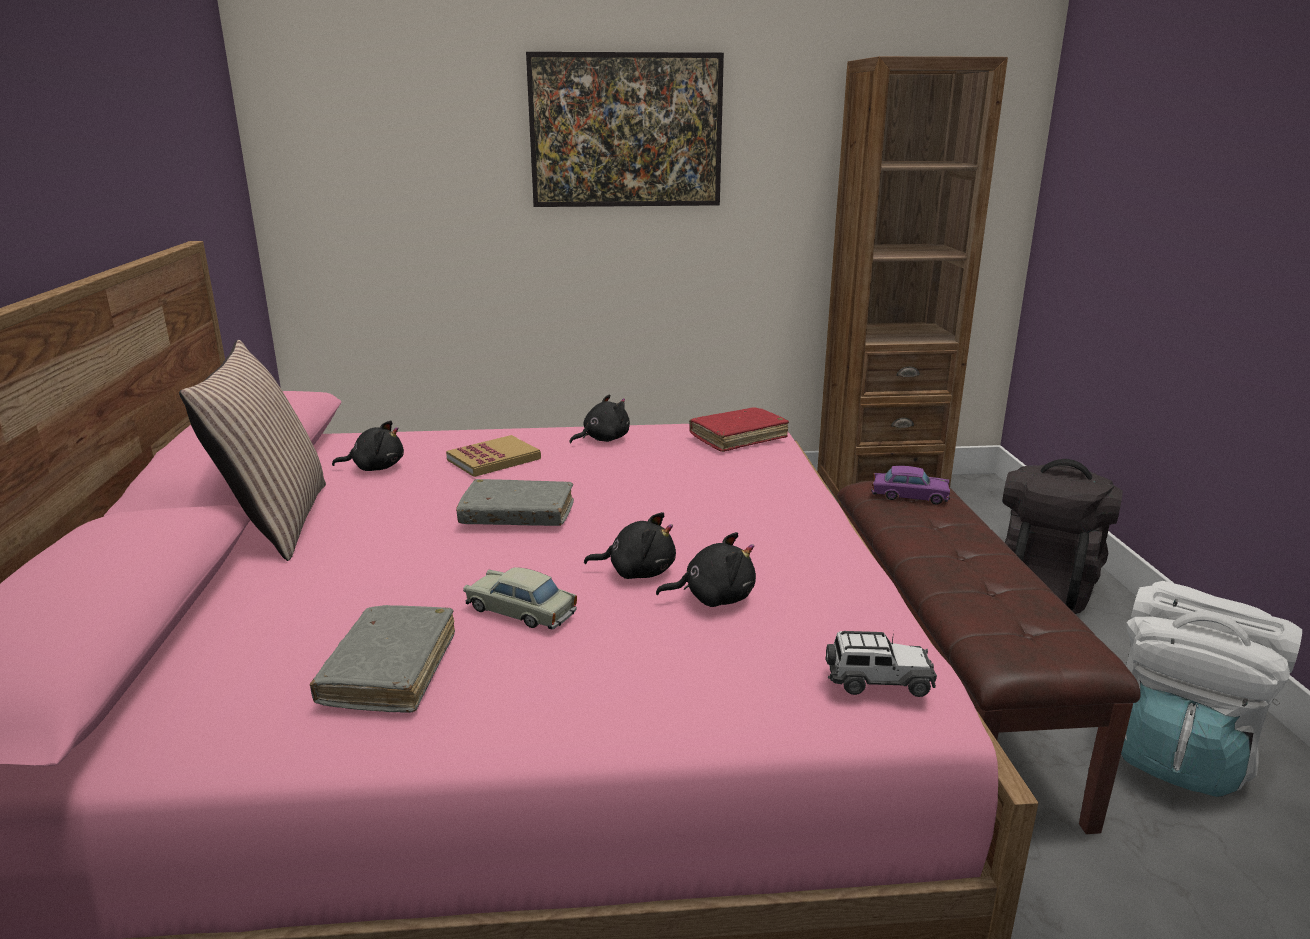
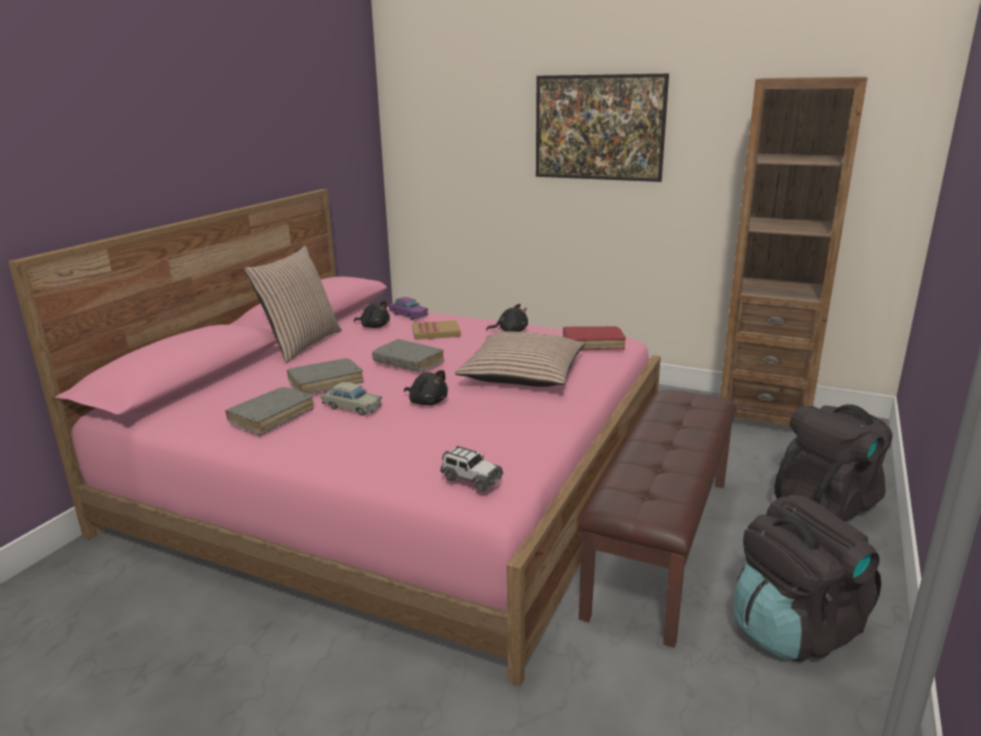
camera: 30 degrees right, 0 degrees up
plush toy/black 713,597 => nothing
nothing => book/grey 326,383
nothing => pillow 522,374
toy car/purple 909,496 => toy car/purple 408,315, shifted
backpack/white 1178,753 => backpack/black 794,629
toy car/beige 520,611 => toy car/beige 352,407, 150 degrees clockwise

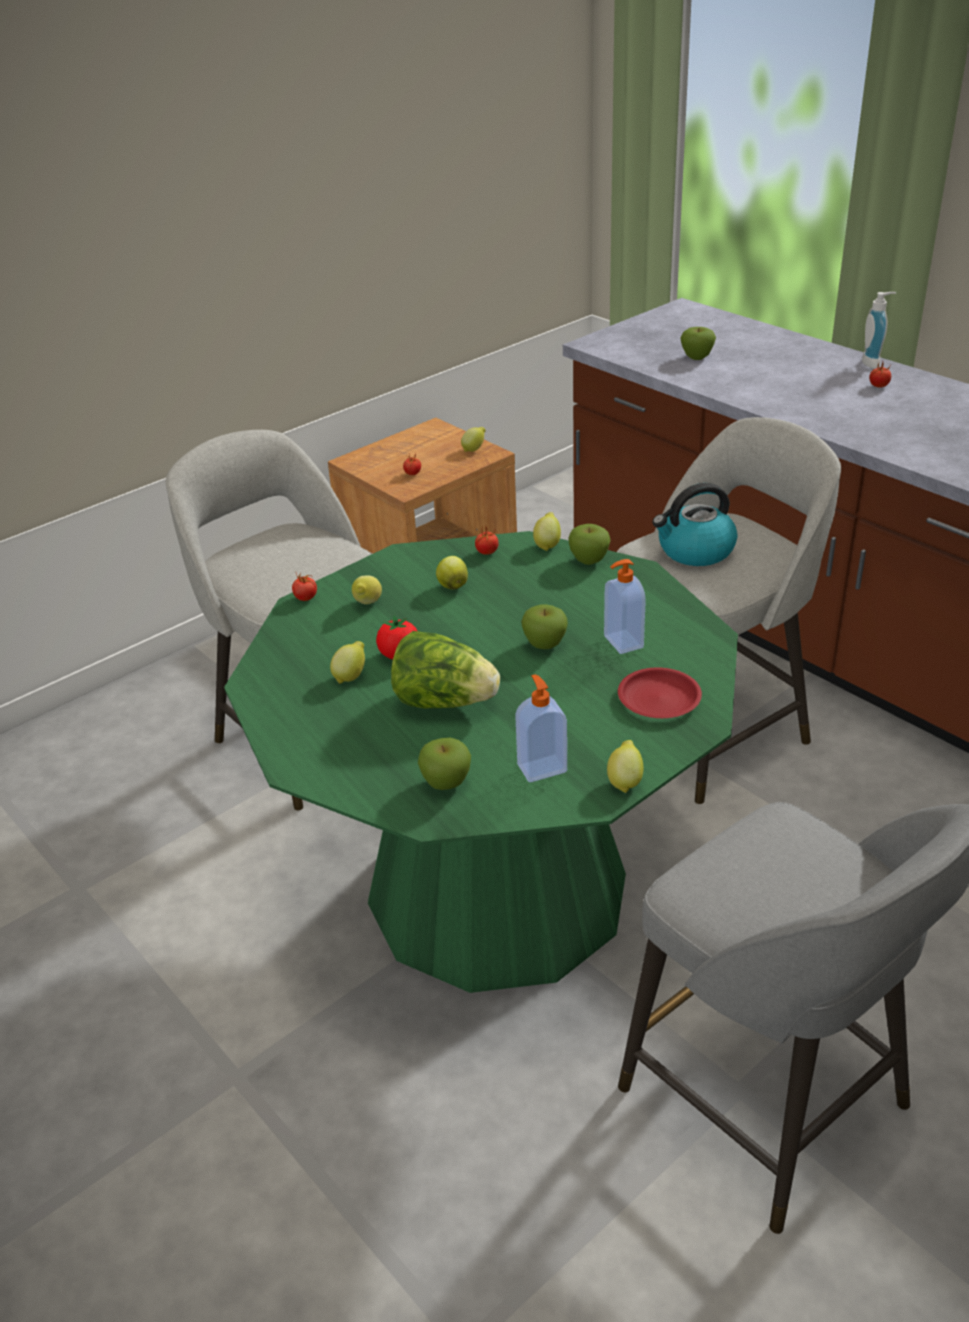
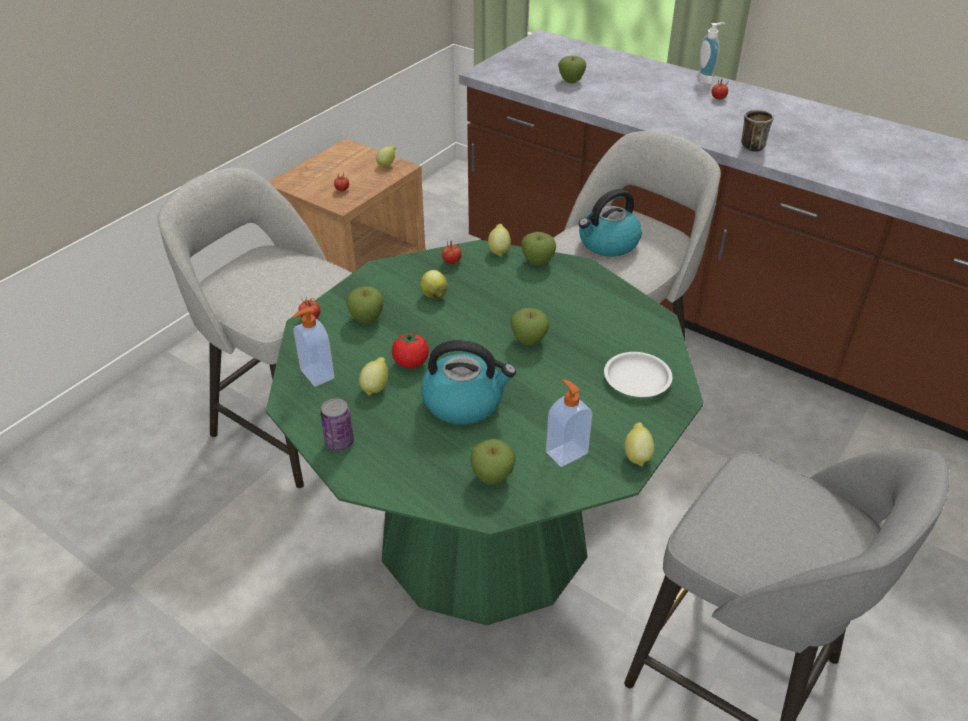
camera: 15 degrees left, 5 degrees up
nothing => can 339,442
nothing => mug 750,145
soap dispenser 622,642 => soap dispenser 316,375, shifted
lemon 367,604 => apple 366,318
lettuce 444,702 => kettle 464,402
plate/red 659,699 => plate/white 637,379

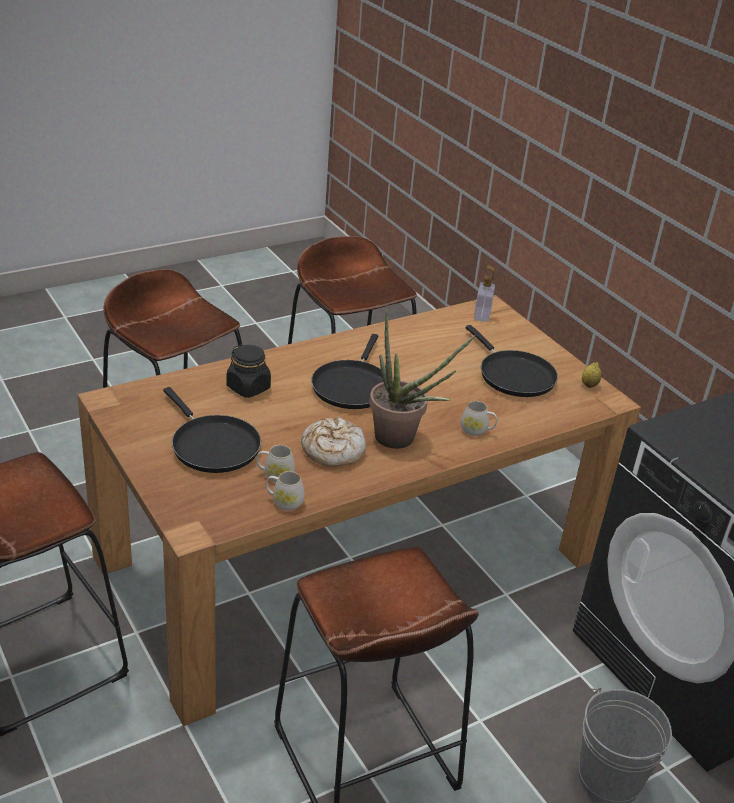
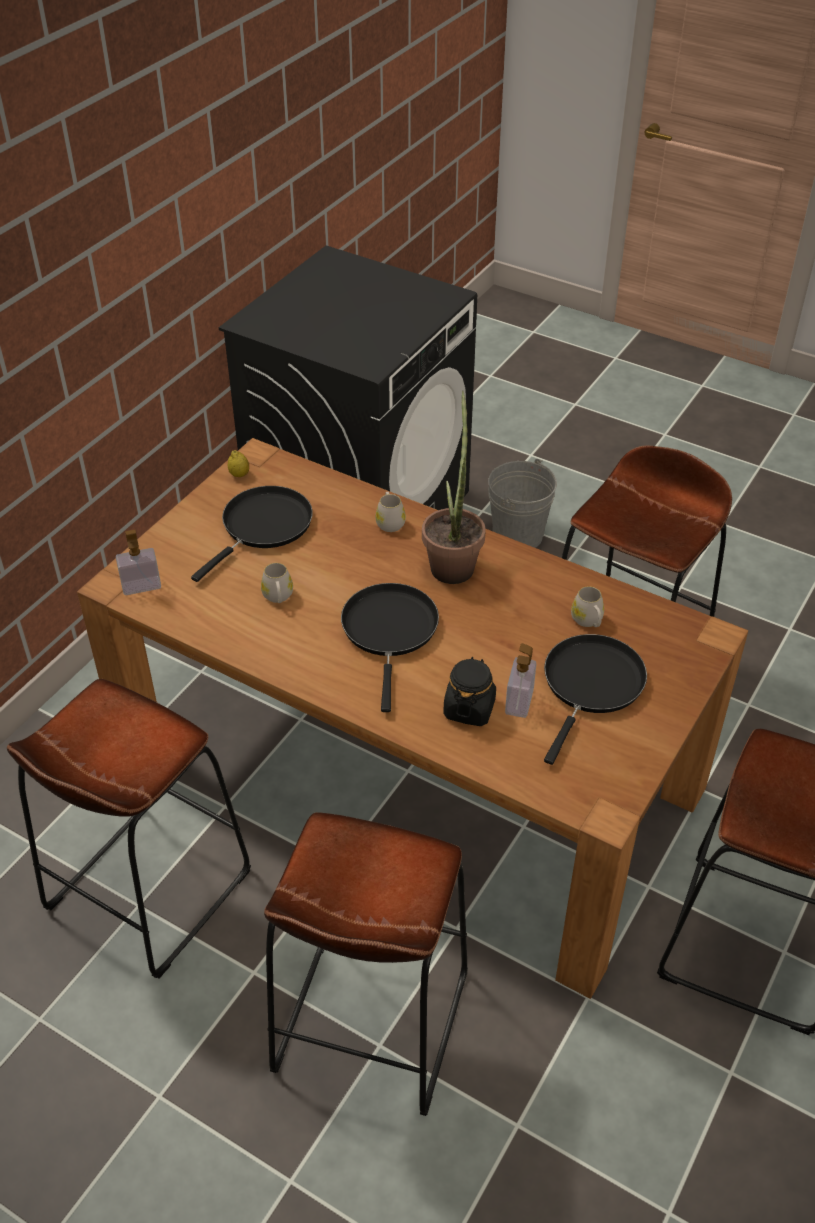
camera: 115 degrees left, 10 degrees up
bread 332,450 => nothing
nothing => soap dispenser 519,701
mug/white 284,502 => mug/white 278,597, shifted
frying pan/black 352,385 => frying pan/black 390,631, 75 degrees counterclockwise

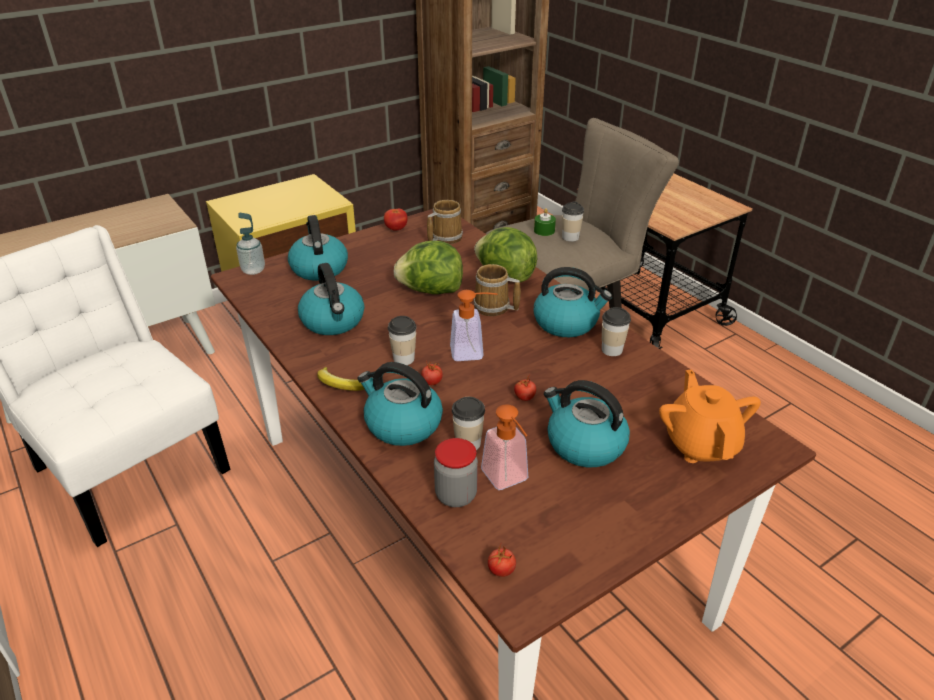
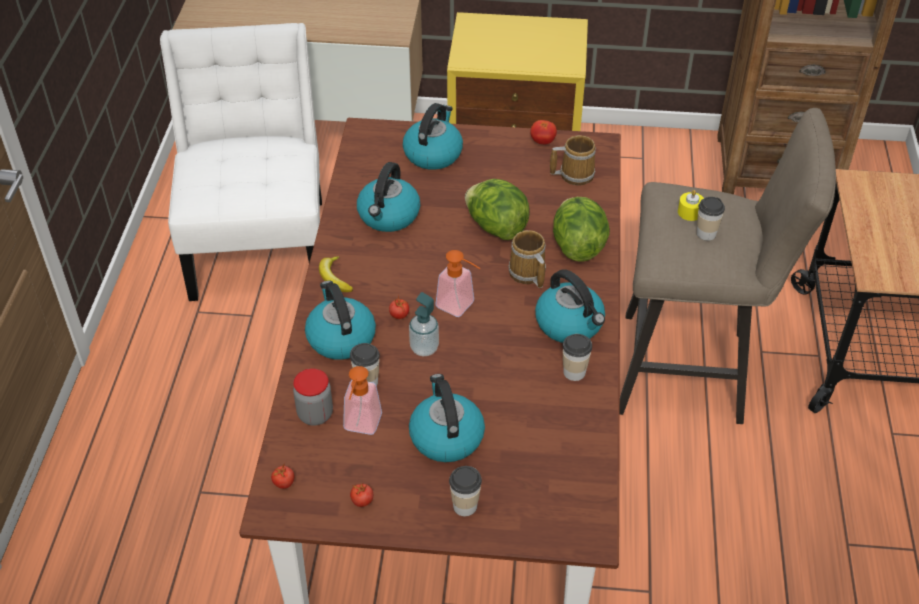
camera: 40 degrees right, 10 degrees up
teapot/orange 701,444 => nothing
soap dispenser 253,270 => soap dispenser 424,348, shifted
cup 404,359 => cup 465,506, shifted
tomato 524,397 => tomato 362,501, shifted
candle/green 544,231 => candle/yellow 690,212

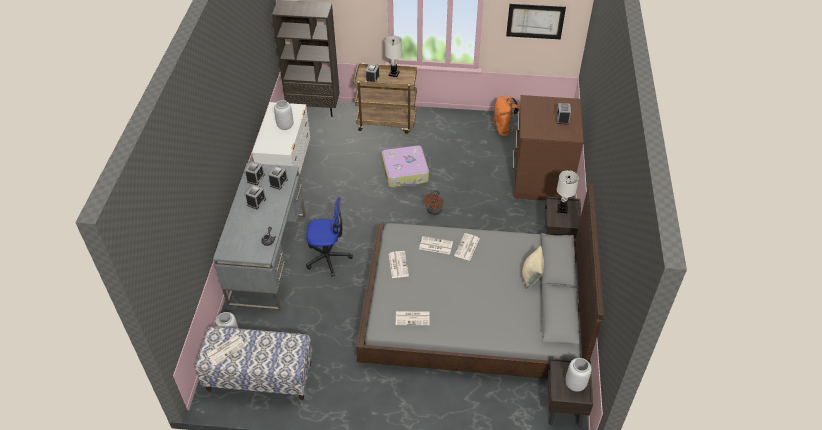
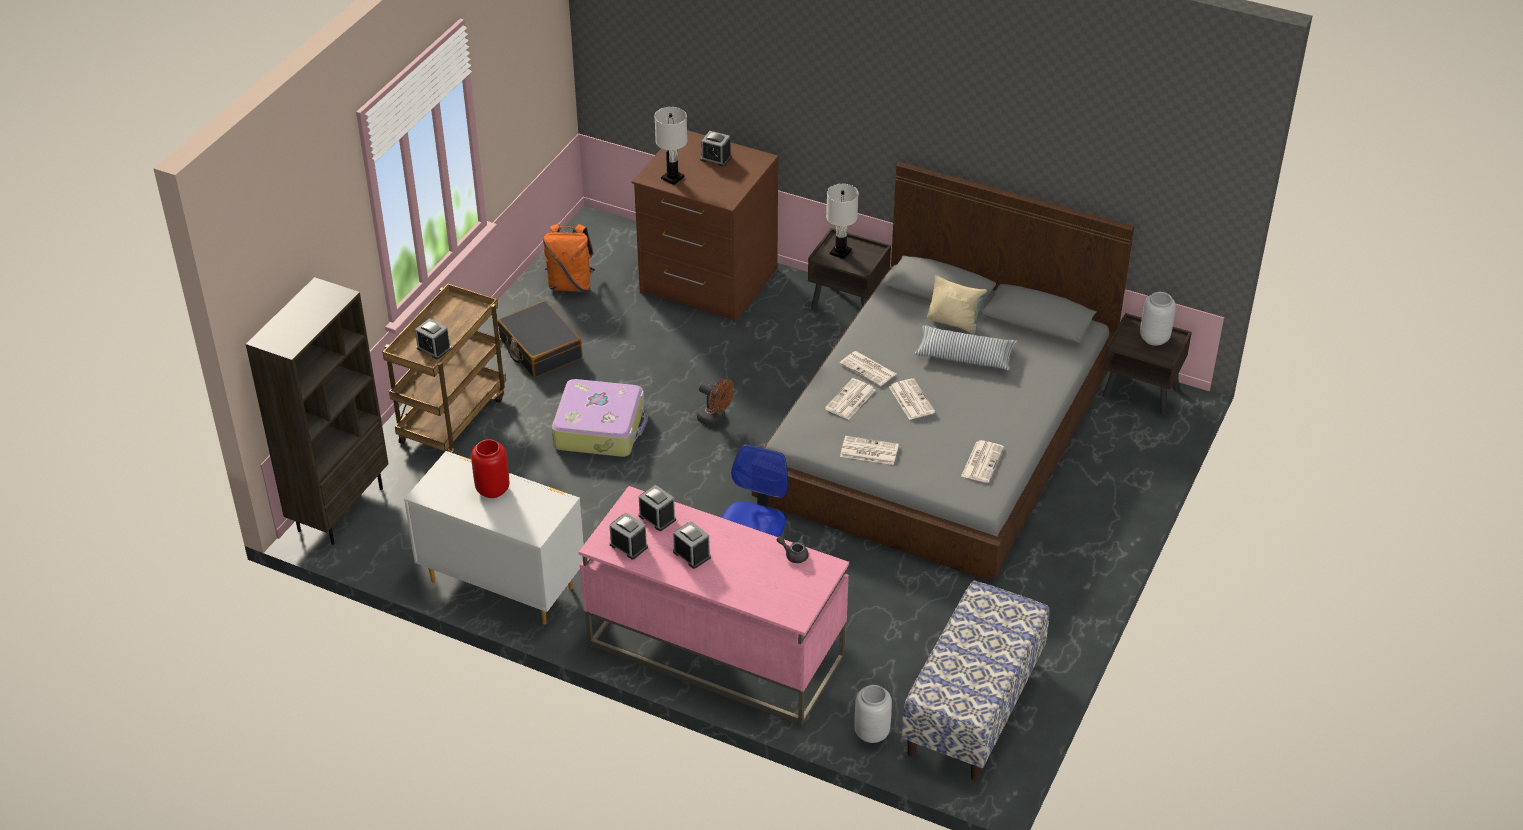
camera: 70 degrees left, 5 degrees down
picture 535,21 => nothing
nothing => suitcase/black 540,349
nothing => pillow 964,356
newspaper 226,349 => newspaper 910,399, shifted
table lamp/white 393,73 => table lamp/white 672,178, shifted
desk/grey 268,258 => desk/pink 714,651
vase/grey 285,126 => vase/red 493,490

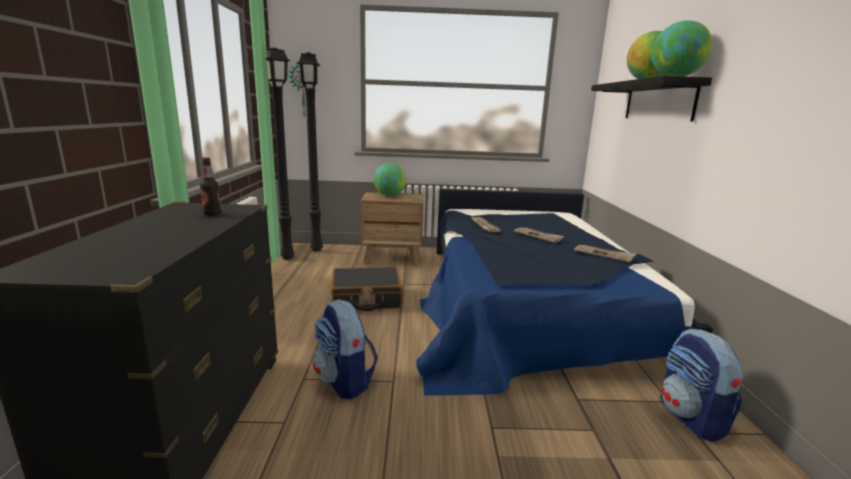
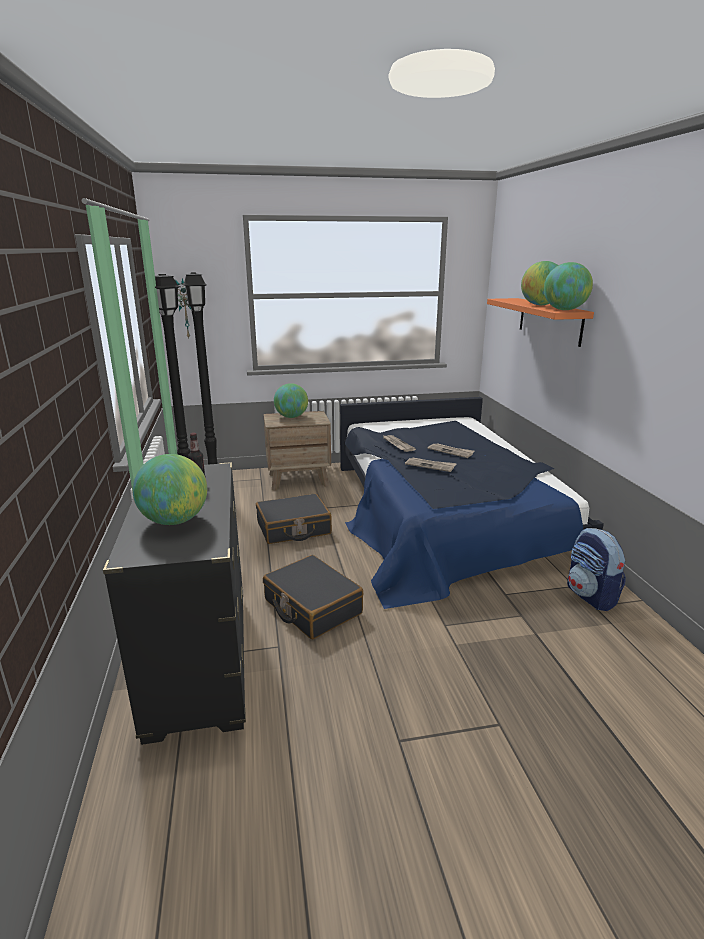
camera: 10 degrees left, 5 degrees up
nothing => globe 174,521
newspaper 604,254 => newspaper 430,466, shifted
backpack 345,381 => suitcase/black 312,607
shelf/black 658,101 => shelf/orange 549,320

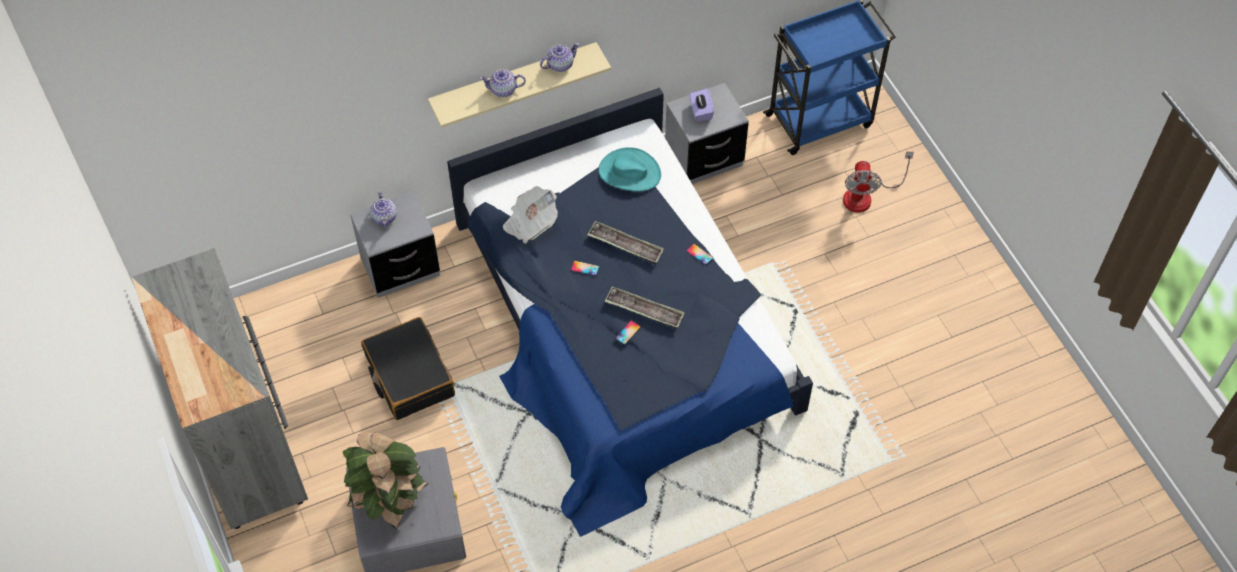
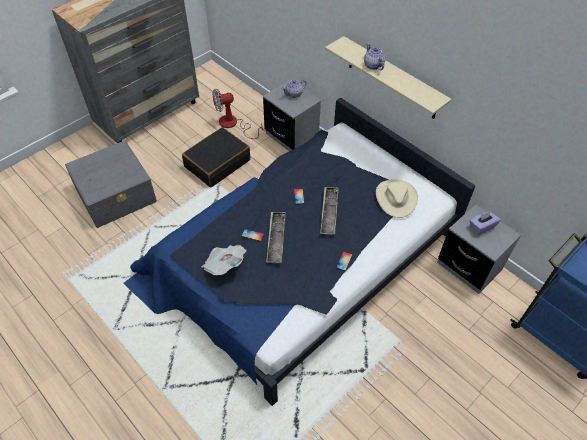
camera: 70 degrees right, 5 degrees down
potted plant 389,503 => nothing
teapot 559,65 => nothing
newspaper 530,223 => newspaper 224,265, shifted
fan 865,195 => fan 233,124, shifted
hat/turquoise 629,172 => hat/beige 395,198

